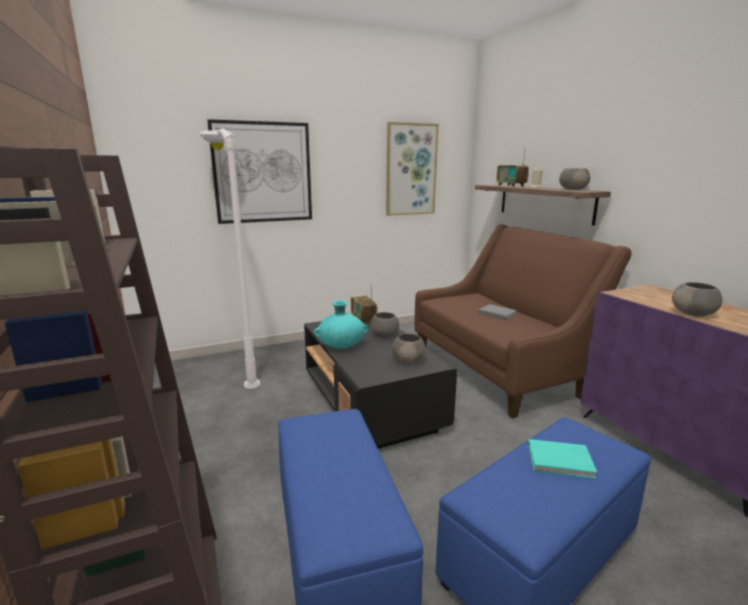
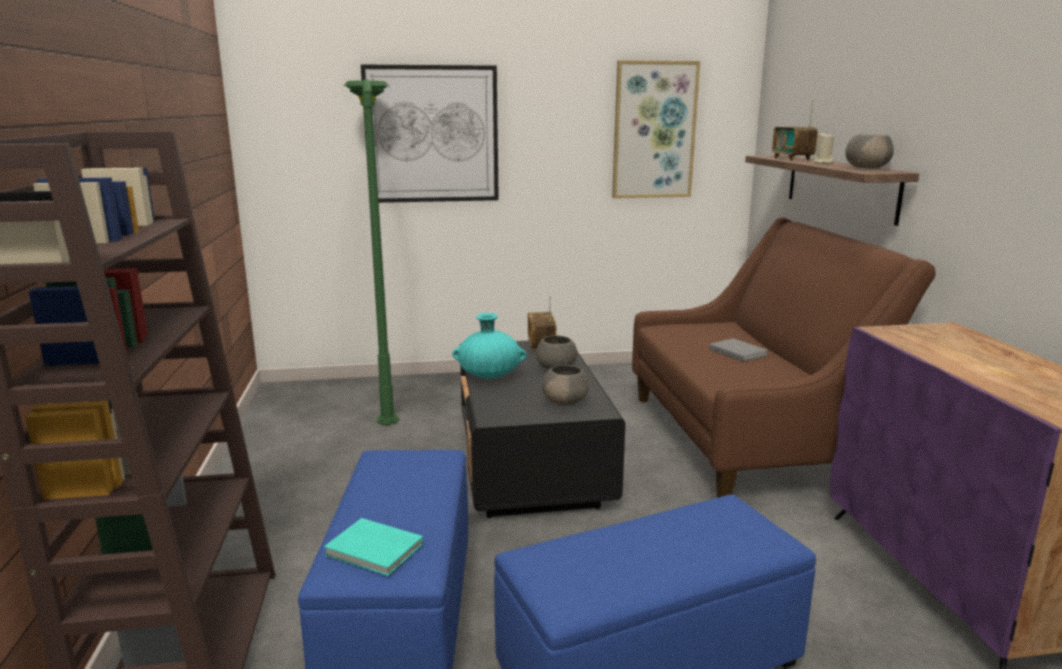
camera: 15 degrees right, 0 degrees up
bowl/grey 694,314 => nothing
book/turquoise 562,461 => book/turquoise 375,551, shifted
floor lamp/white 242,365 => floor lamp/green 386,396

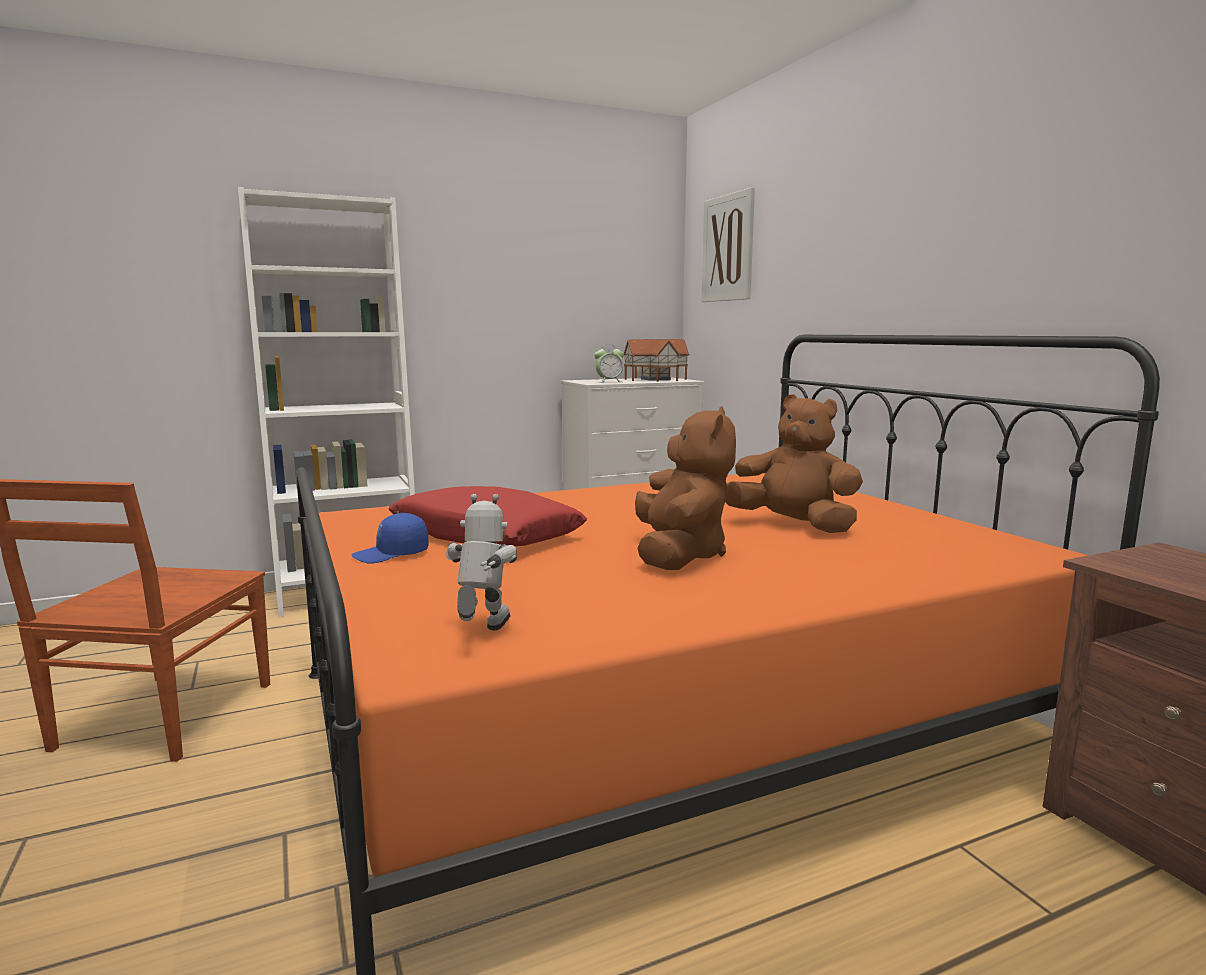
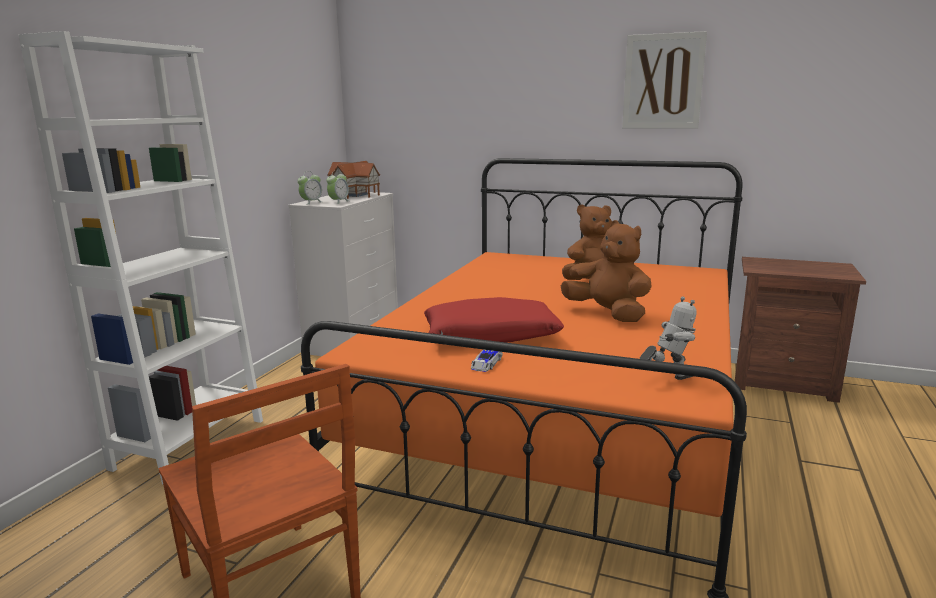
camera: 45 degrees left, 5 degrees up
nothing => alarm clock 311,202
picture 728,248 => picture 663,81, shifted
cap/blue 391,555 => toy car 486,363
toy robot 482,634 => toy robot 668,378, 105 degrees clockwise

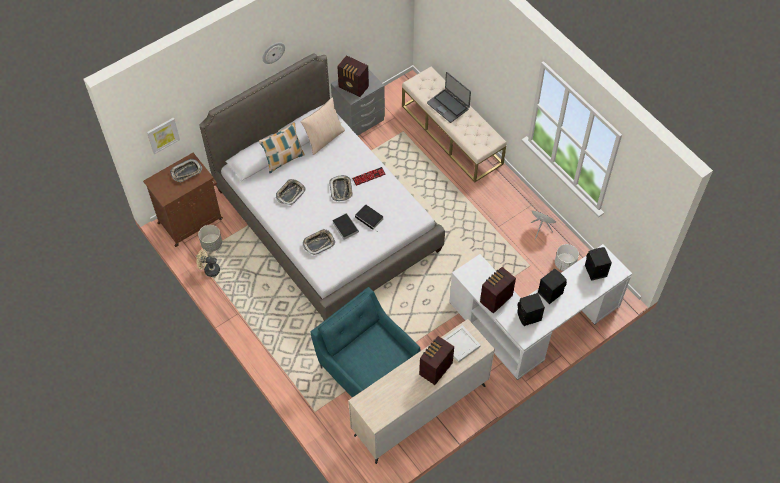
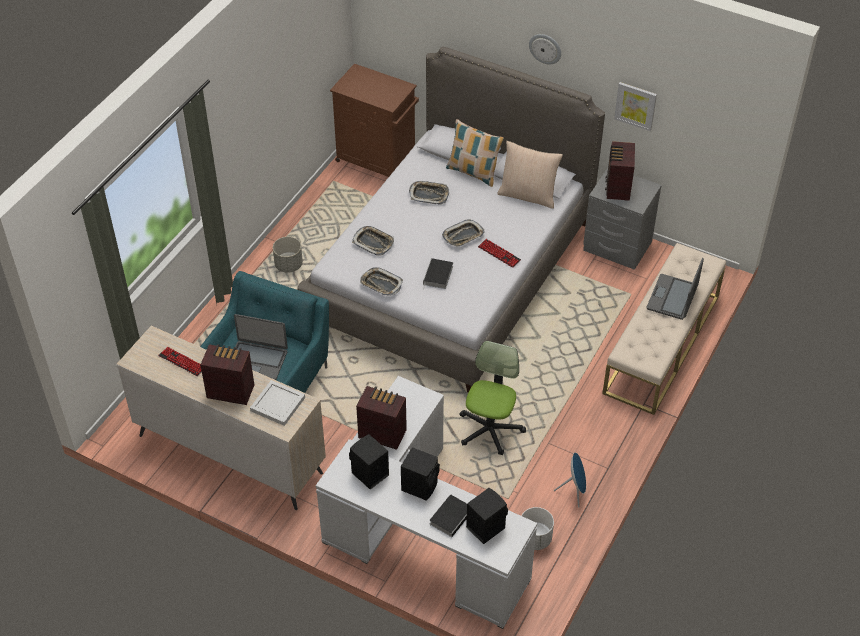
camera: 65 degrees right, 10 degrees down
fan/beige 209,270 => nothing
nothing => keyboard 182,362
nothing => laptop 257,360
nothing => office chair 490,429
picture 163,135 => picture 635,105, shifted
tray 186,172 => tray 381,284, shifted
planter/grey 212,244 => planter/grey 288,265, shifted
book 344,227 => book 451,516, shifted

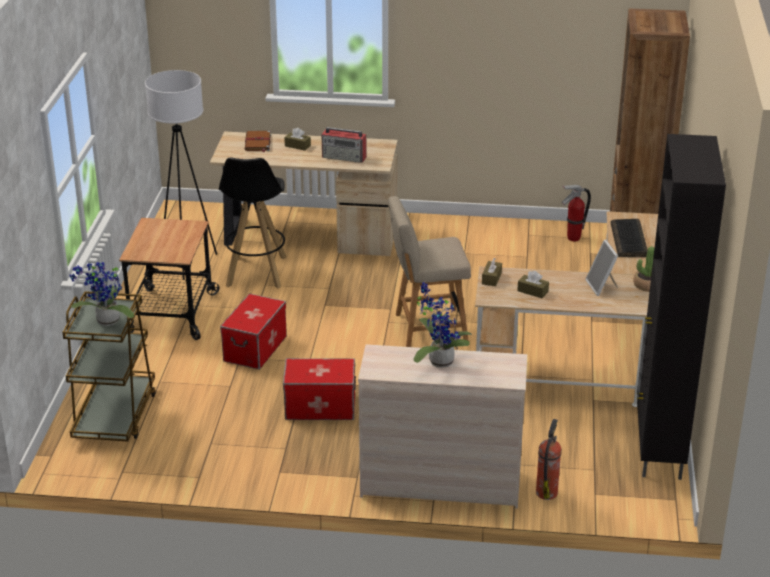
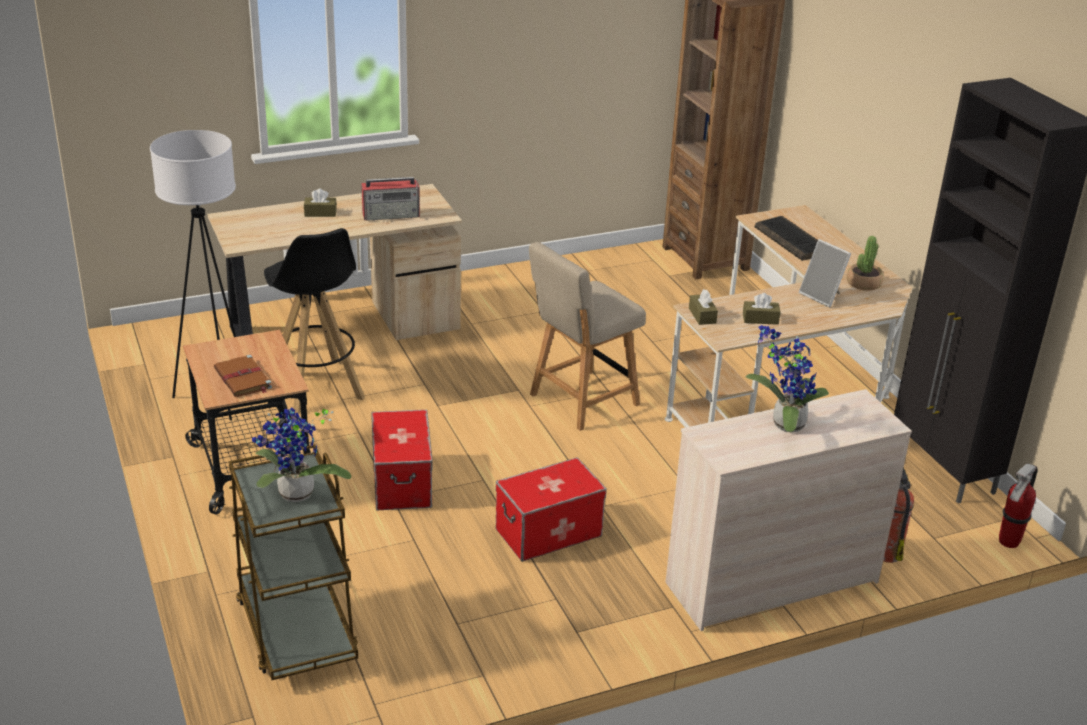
camera: 30 degrees left, 0 degrees up
book/brown 258,143 => book/brown 243,379, shifted
fire extinguisher 573,238 => fire extinguisher 1008,542, shifted

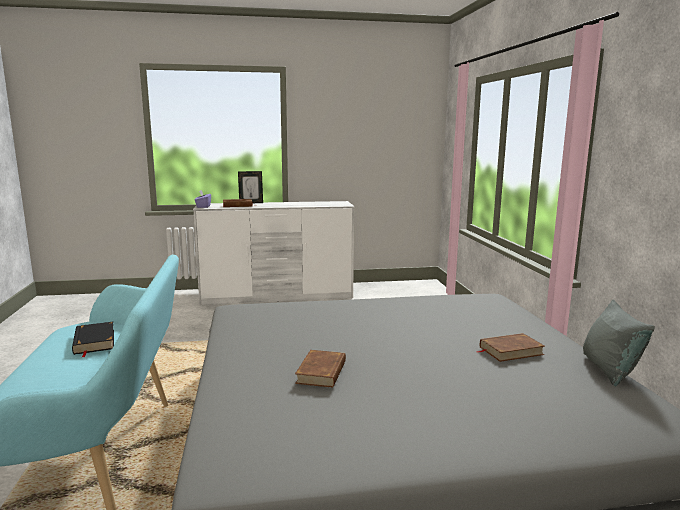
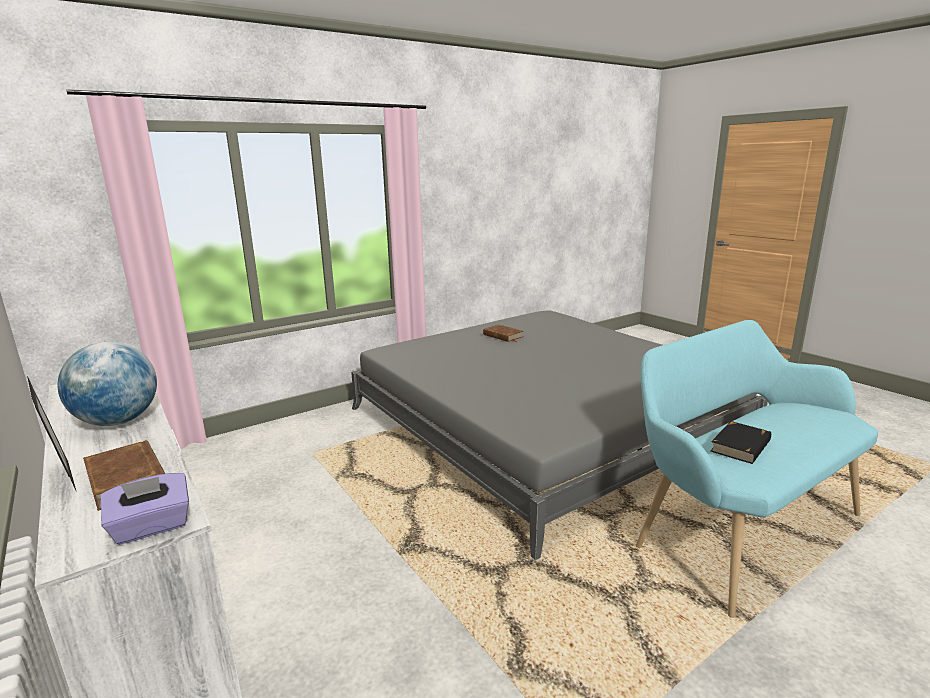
camera: 115 degrees left, 5 degrees up
book/brown 322,372 => nothing
pillow/grey 609,370 => nothing
nothing => globe 118,421

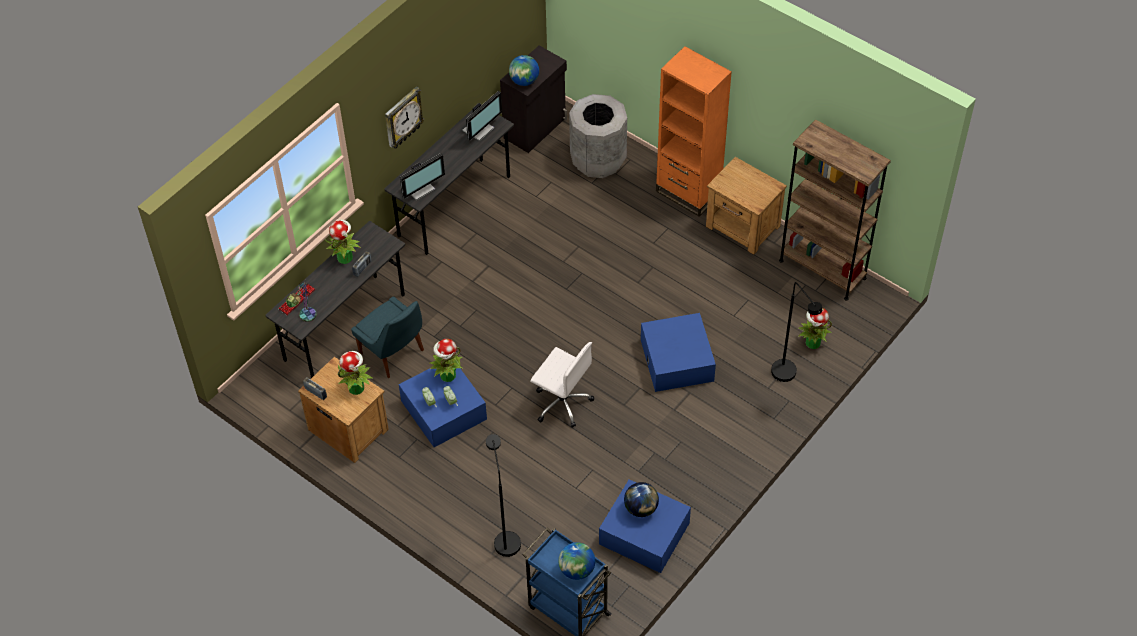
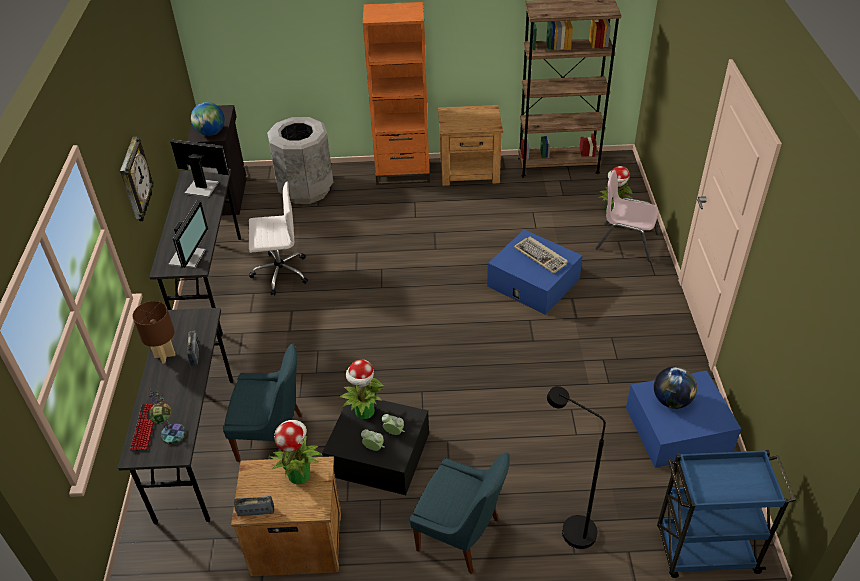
camera: 40 degrees left, 10 degrees down
globe 577,570 => nothing
nothing => chair/blue 461,536
nothing => keyboard 541,256
office chair/white 562,402 => office chair/white 279,273, shifted
potted plant 345,257 => table lamp/brown 164,356
floor lamp/black 788,376 => chair/pink 626,242
storage box/blue 443,410 => storage box/black 378,454
monitor 479,129 => monitor 202,187, 75 degrees counterclockwise

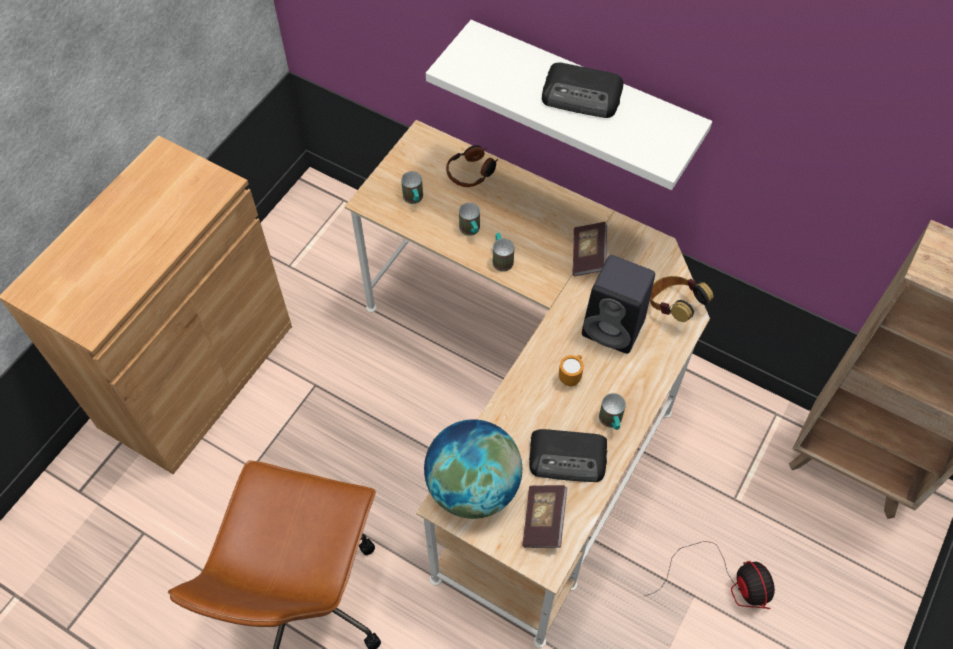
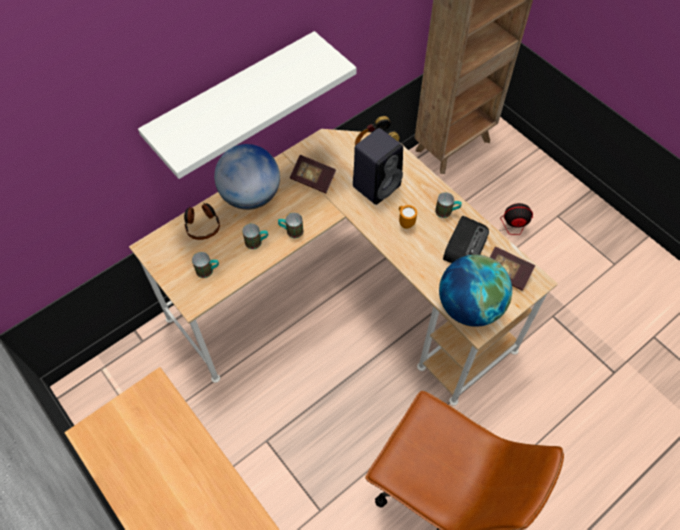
camera: 70 degrees left, 0 degrees up
radio 582,96 => nothing
nothing => globe 250,196

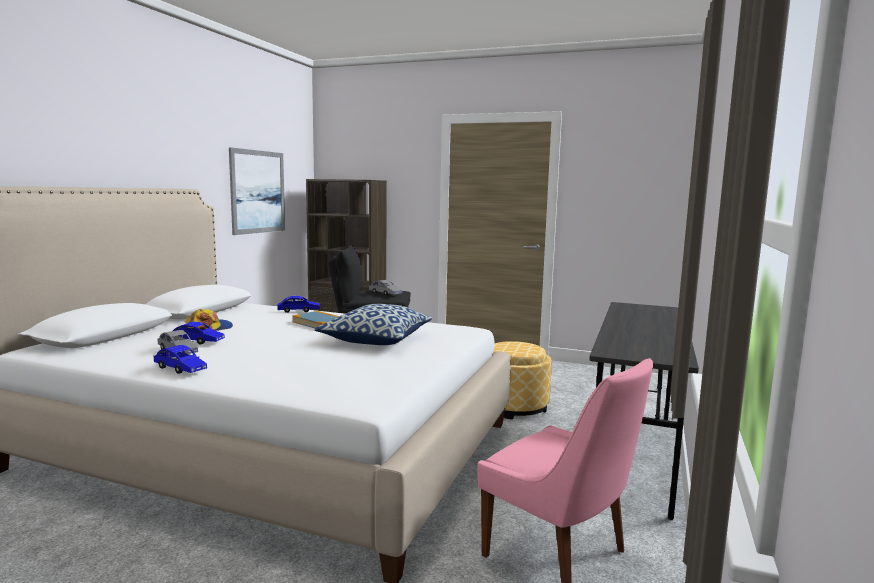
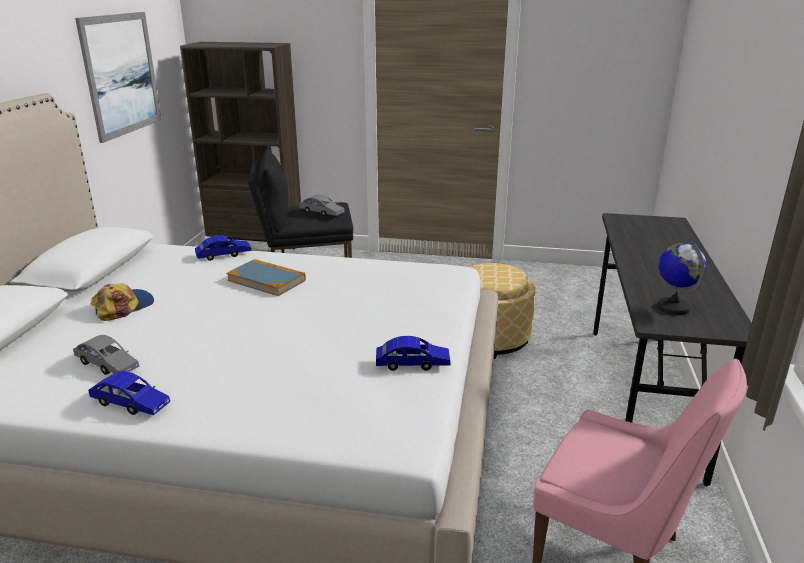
camera: 10 degrees left, 15 degrees up
pillow 376,339 => nothing
nothing => globe 673,308
toy car/blue 196,341 => toy car/blue 412,364, shifted

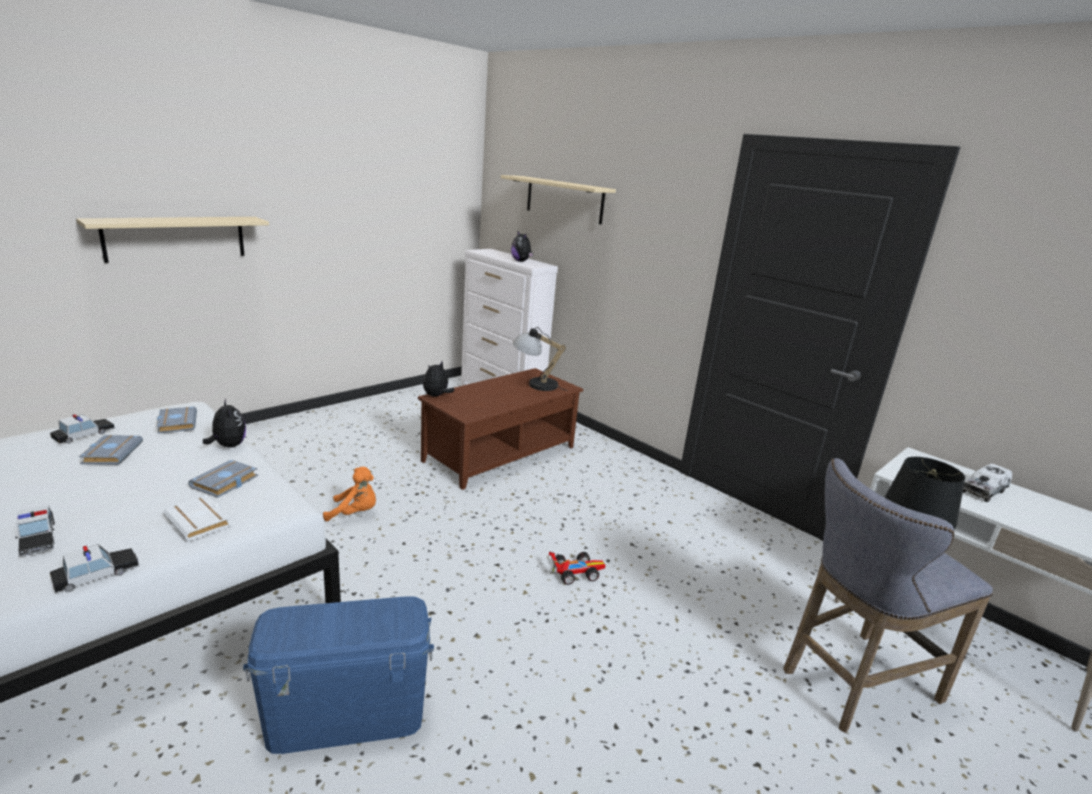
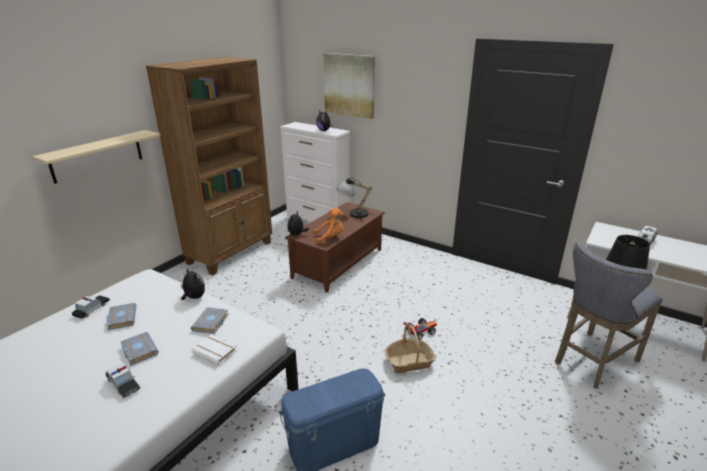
camera: 10 degrees left, 5 degrees up
toy car 97,574 => nothing
nothing => bookcase/brown 231,252
nothing => basket 409,362
book/grey 176,423 => book/grey 138,350, shifted
plush toy/orange 355,513 => plush toy/orange 330,237, shifted
shelf/beige 564,199 => picture 349,85

